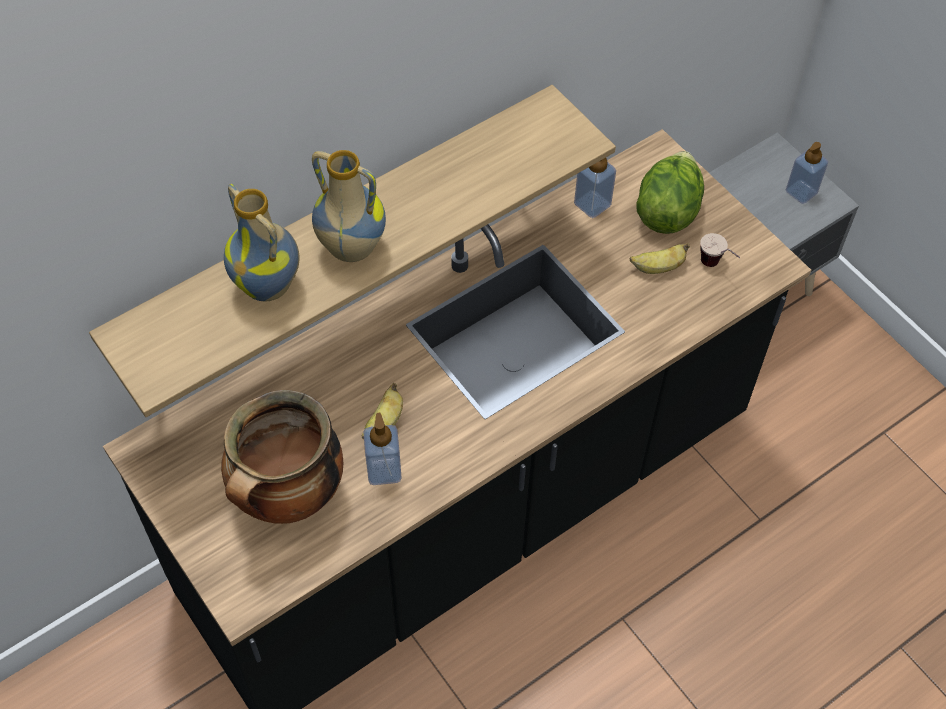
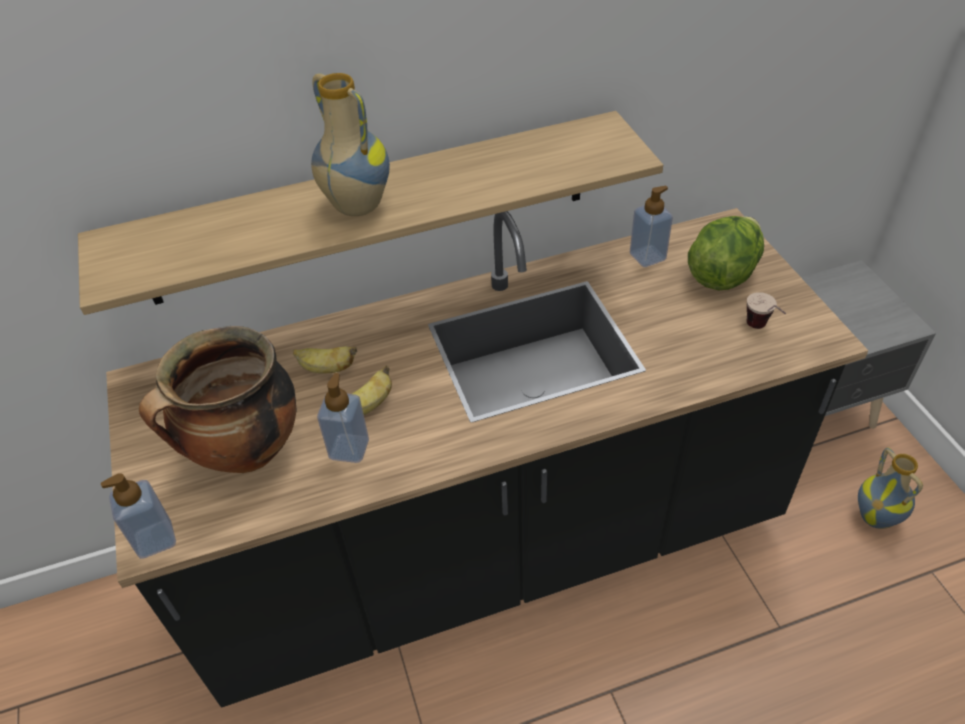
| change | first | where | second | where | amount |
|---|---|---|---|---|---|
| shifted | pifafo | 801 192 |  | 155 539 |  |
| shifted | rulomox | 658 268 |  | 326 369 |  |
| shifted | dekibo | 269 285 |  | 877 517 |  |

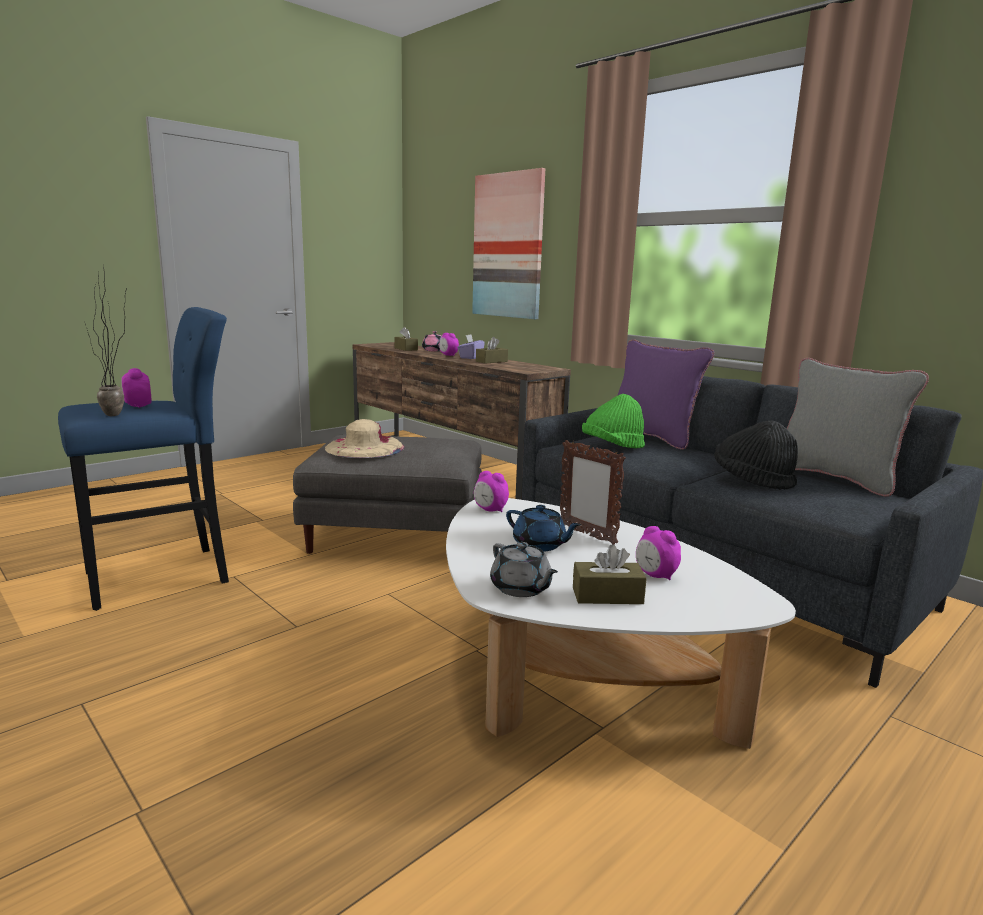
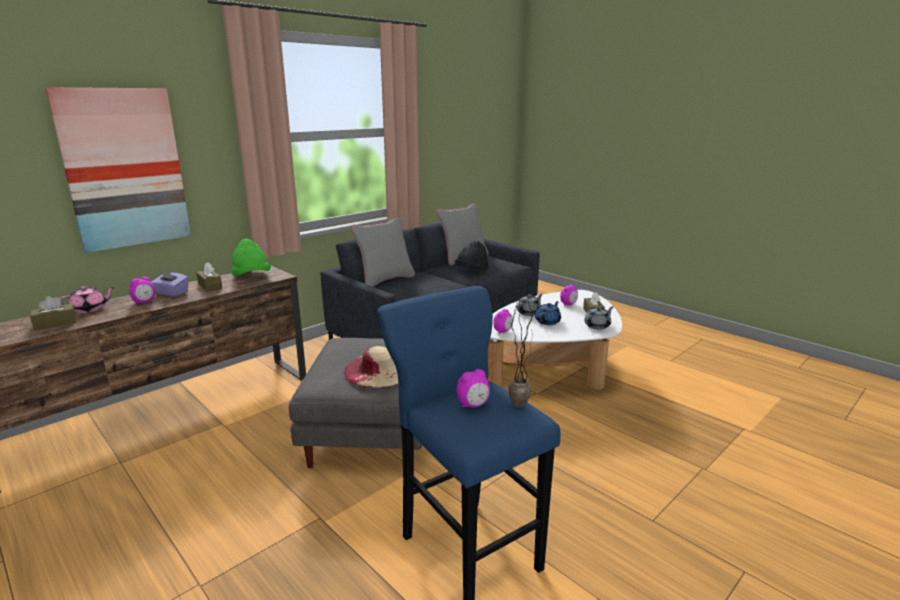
| change | first | where | second | where | amount |
|---|---|---|---|---|---|
| shifted | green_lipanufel | 612 447 |  | 251 276 |  |
| repainted | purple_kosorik | 651 438 | grey_kosorik | 385 280 |  |
| swapped | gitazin | 587 534 | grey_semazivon | 529 312 |  |

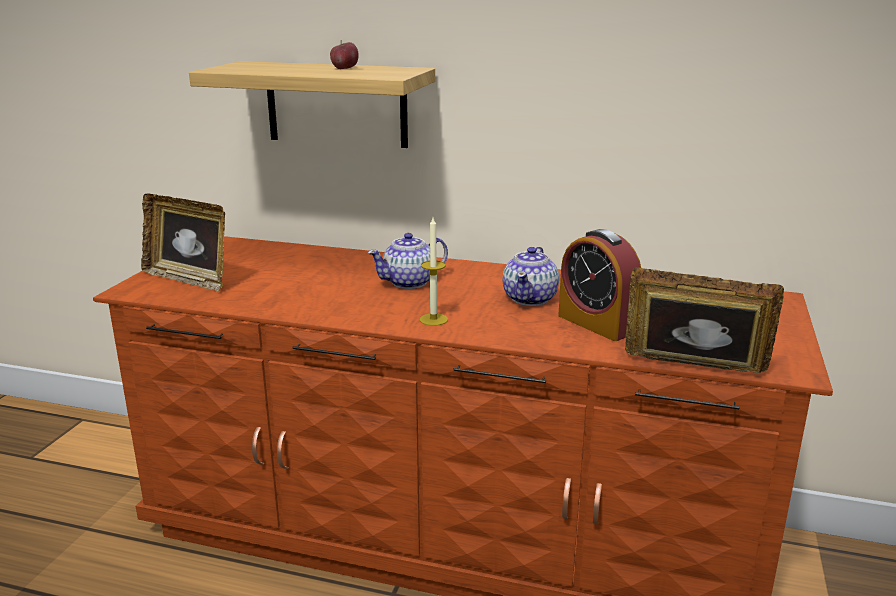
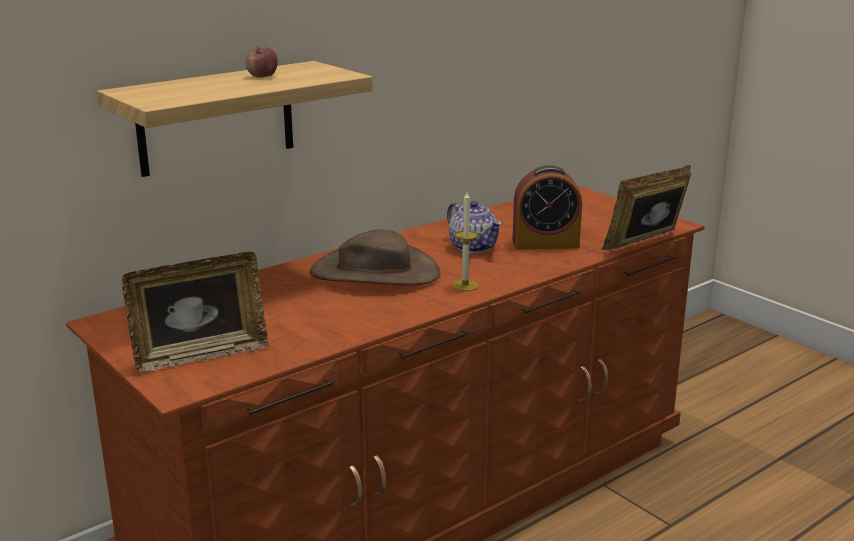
| change | first | where | second | where | amount |
|---|---|---|---|---|---|
| swapped | semazivon | 410 282 | brown_lipanufel | 375 273 |  |

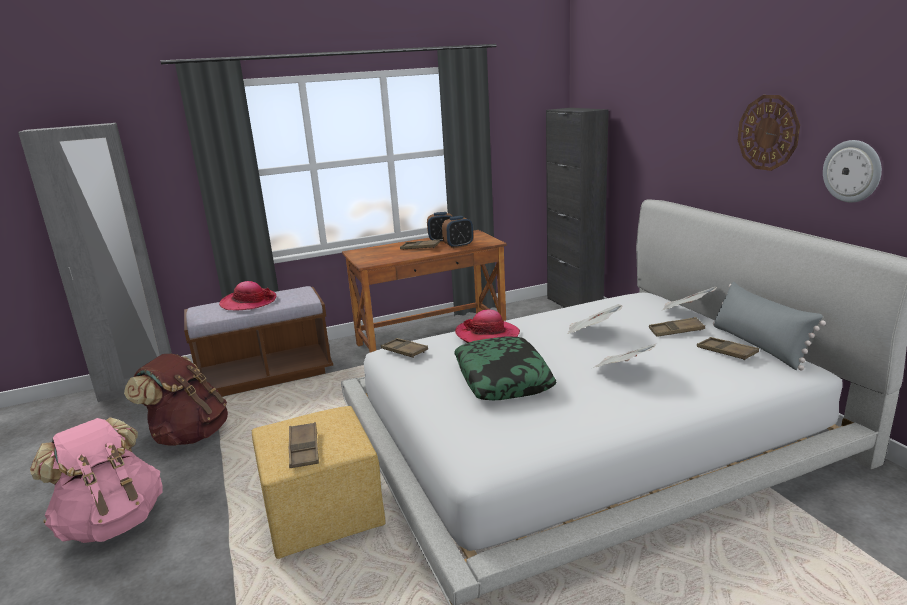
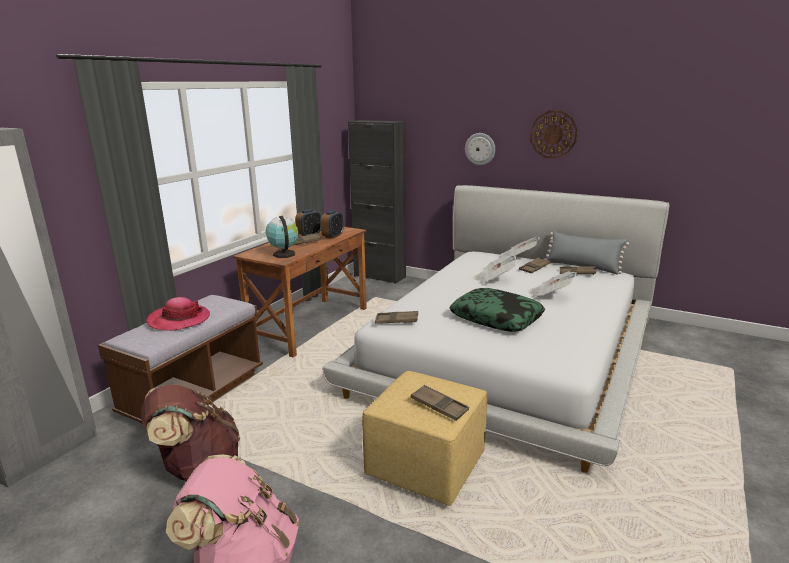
| change | first | where | second | where | amount |
|---|---|---|---|---|---|
| new |  |  | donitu | 283 254 |  |
| shifted | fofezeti | 852 171 |  | 480 149 |  |
| gone | lipanufel | 487 335 |  |  |  |

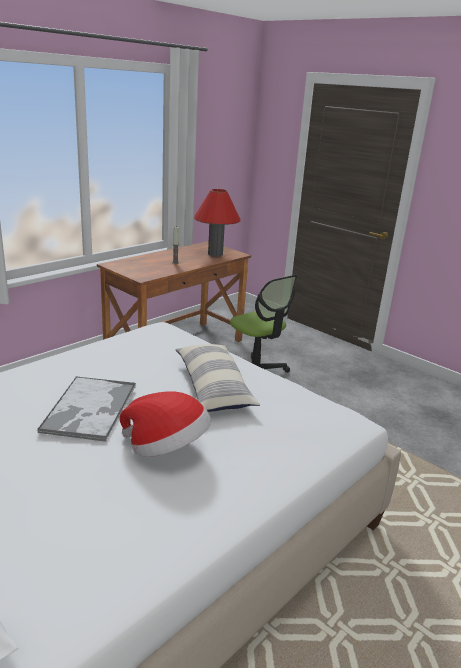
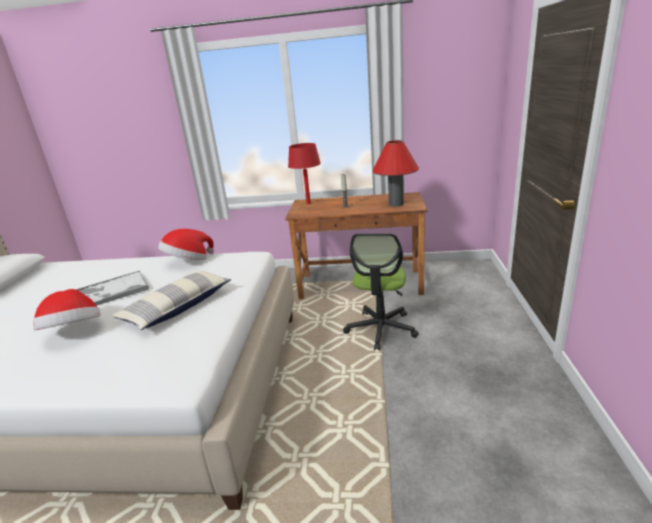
| change | first | where | second | where | amount |
|---|---|---|---|---|---|
| new |  |  | lipanufel | 188 261 |  |
| new |  |  | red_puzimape | 308 203 |  |

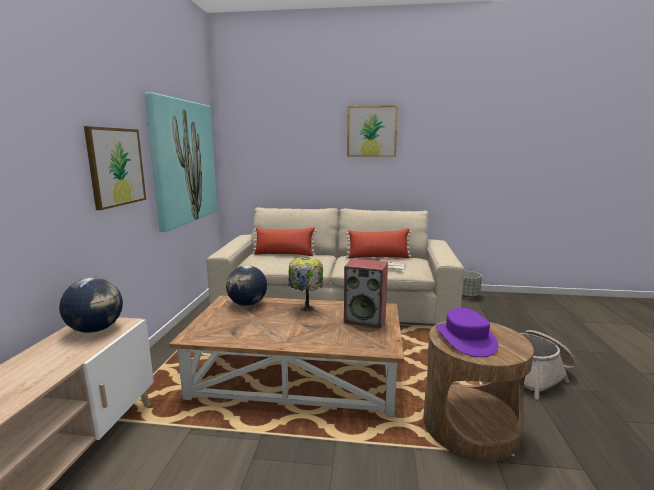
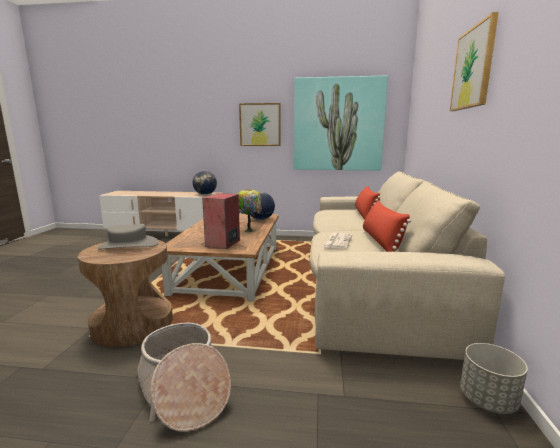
| change | first | where | second | where | amount |
|---|---|---|---|---|---|
| repainted | purple_lipanufel | 465 339 | grey_lipanufel | 128 245 |  |

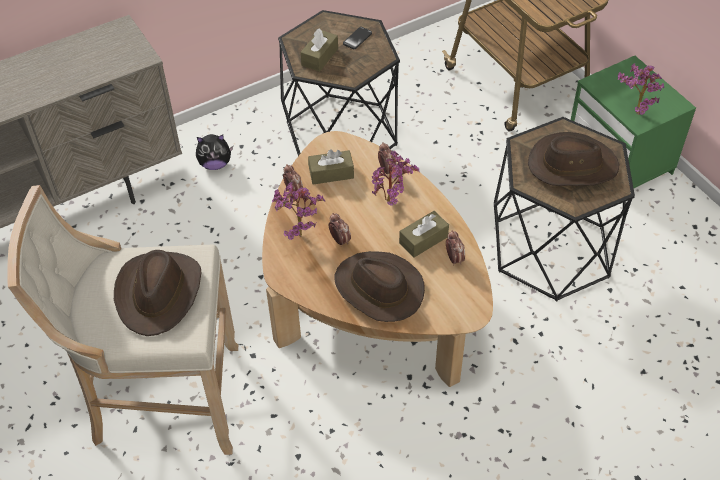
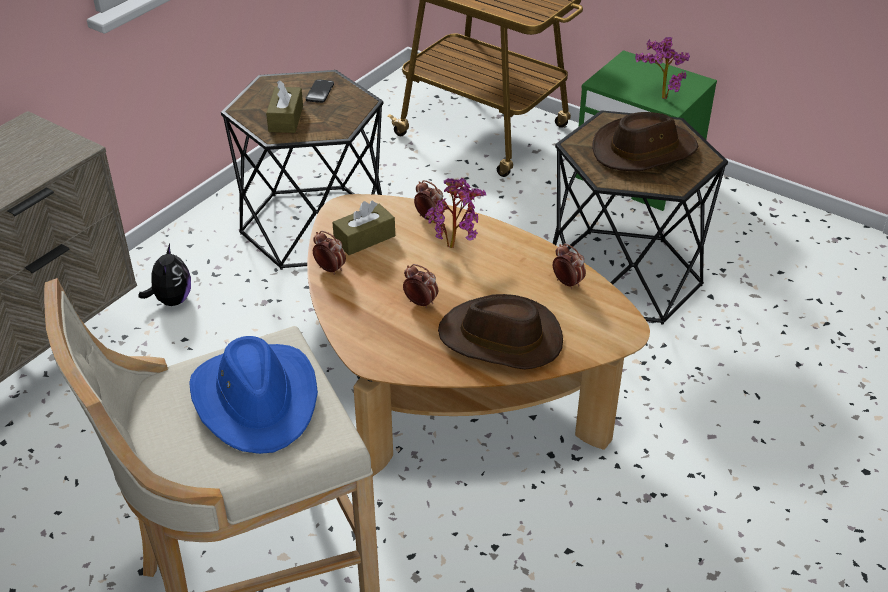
| change | first | where | second | where | amount |
|---|---|---|---|---|---|
| rotated | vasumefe | 215 164 |  | 171 300 | 60 degrees counterclockwise |
| repainted | brown_lipanufel | 159 293 | blue_lipanufel | 257 399 |  |
| gone | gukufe | 298 232 |  |  |  |
| gone | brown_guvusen | 423 240 |  |  |  |

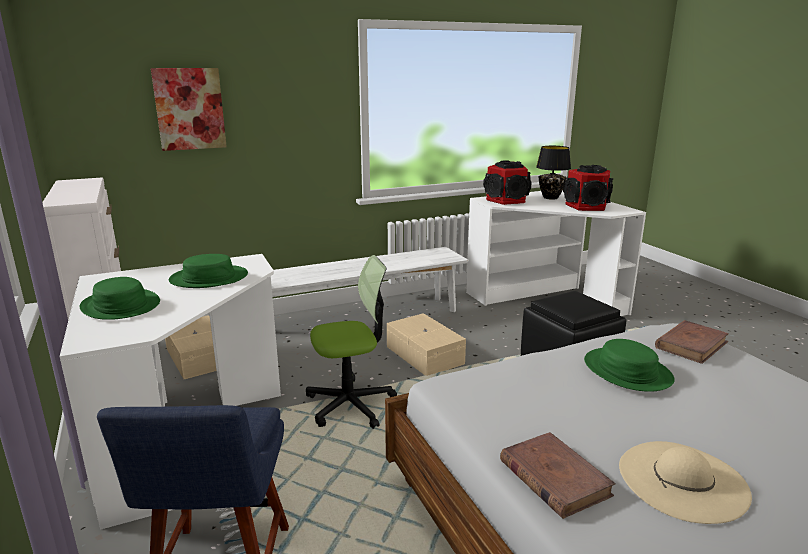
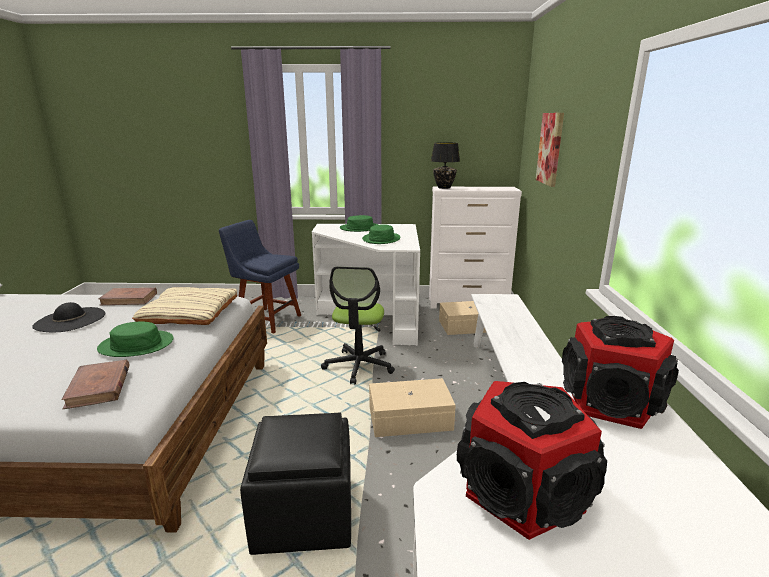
| change | first | where | second | where | amount |
|---|---|---|---|---|---|
| repainted | beige_lipanufel | 682 480 | black_lipanufel | 70 320 |  |
| new |  |  | beige_kosorik | 189 312 |  |
| shifted | black_puzimape | 551 198 |  | 444 188 |  |

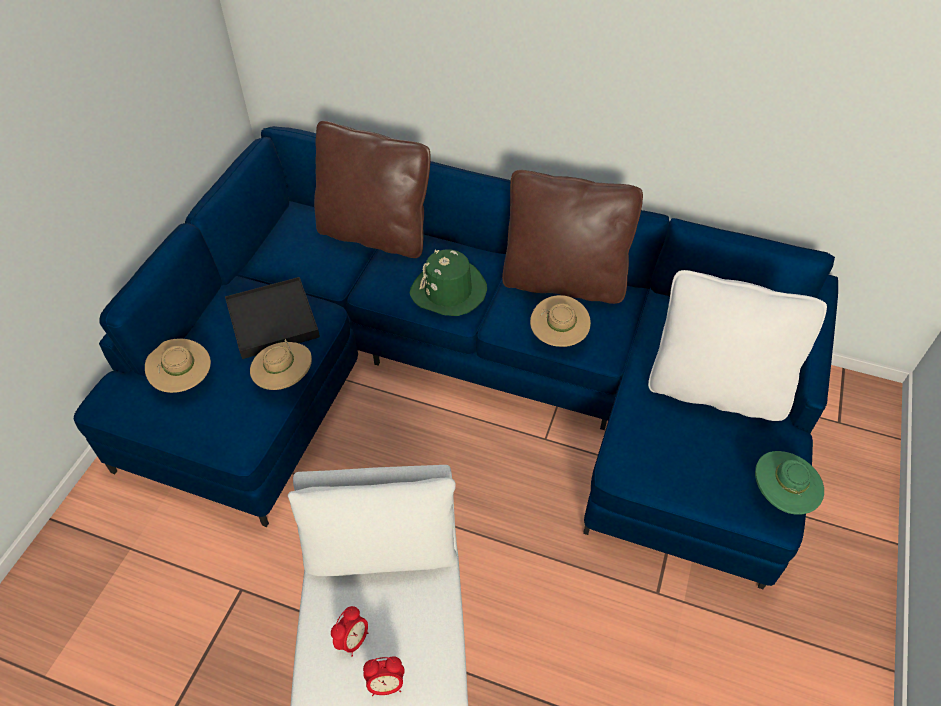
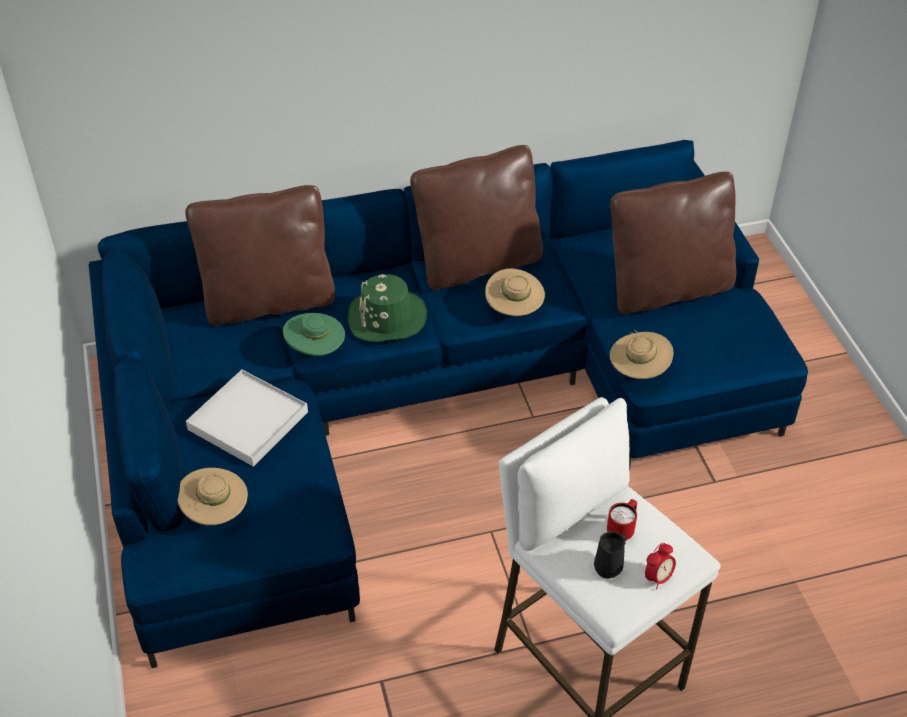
| change | first | where | second | where | amount |
|---|---|---|---|---|---|
| repainted | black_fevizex | 273 320 | white_fevizex | 248 421 |  |
| shifted | green_lipanufel | 781 495 |  | 316 350 |  |
| swapped | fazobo | 353 640 | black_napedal | 609 567 |  |
| new |  |  | red_napedal | 622 529 |  |
| repainted | white_kosorik | 716 389 | brown_kosorik | 667 289 |  |
| shifted | beige_lipanufel | 285 379 |  | 638 371 |  |

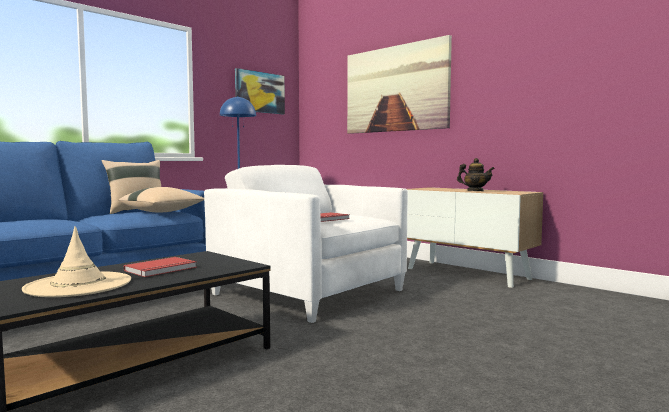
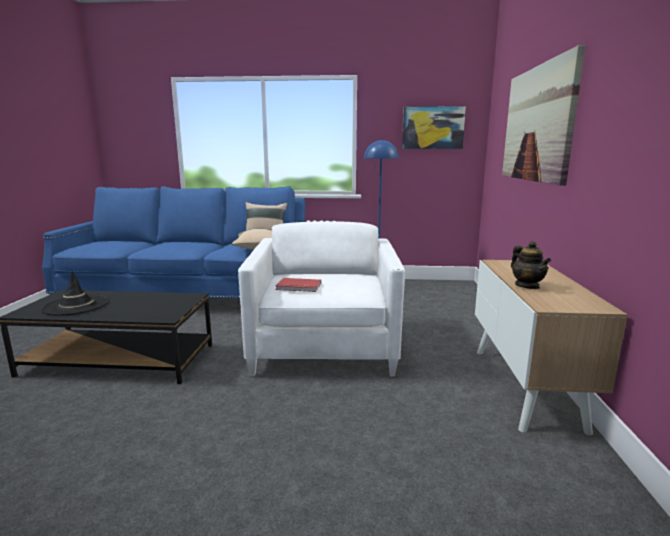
| change | first | where | second | where | amount |
|---|---|---|---|---|---|
| repainted | beige_lipanufel | 78 285 | black_lipanufel | 76 305 |  |
| gone | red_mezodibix | 162 269 |  |  |  |

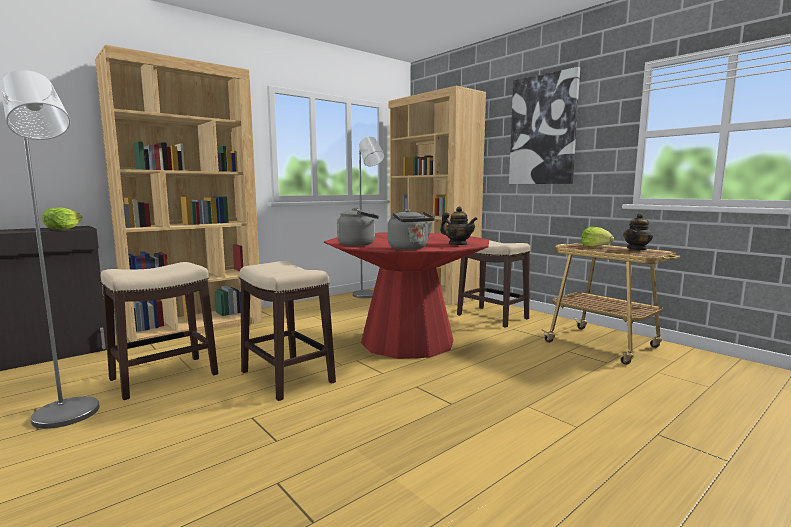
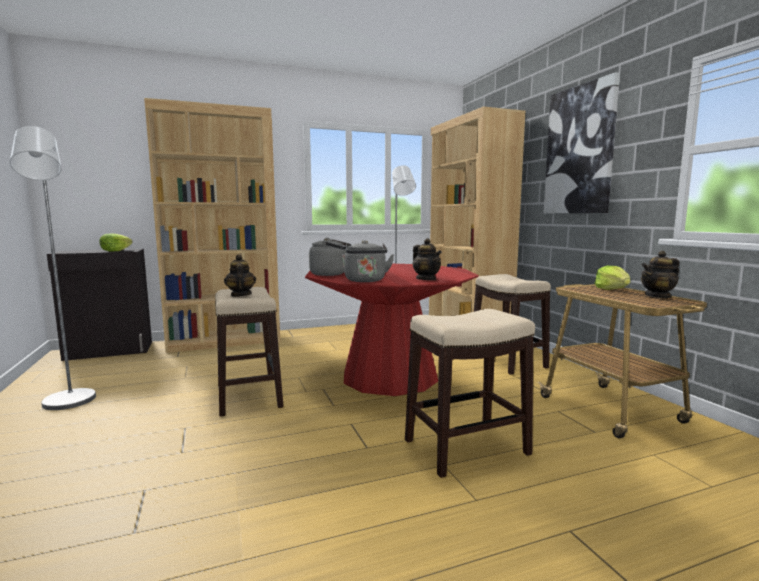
| change | first | where | second | where | amount |
|---|---|---|---|---|---|
| new |  |  | semazivon | 240 295 |  |
| shifted | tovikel | 163 377 |  | 465 447 |  |

